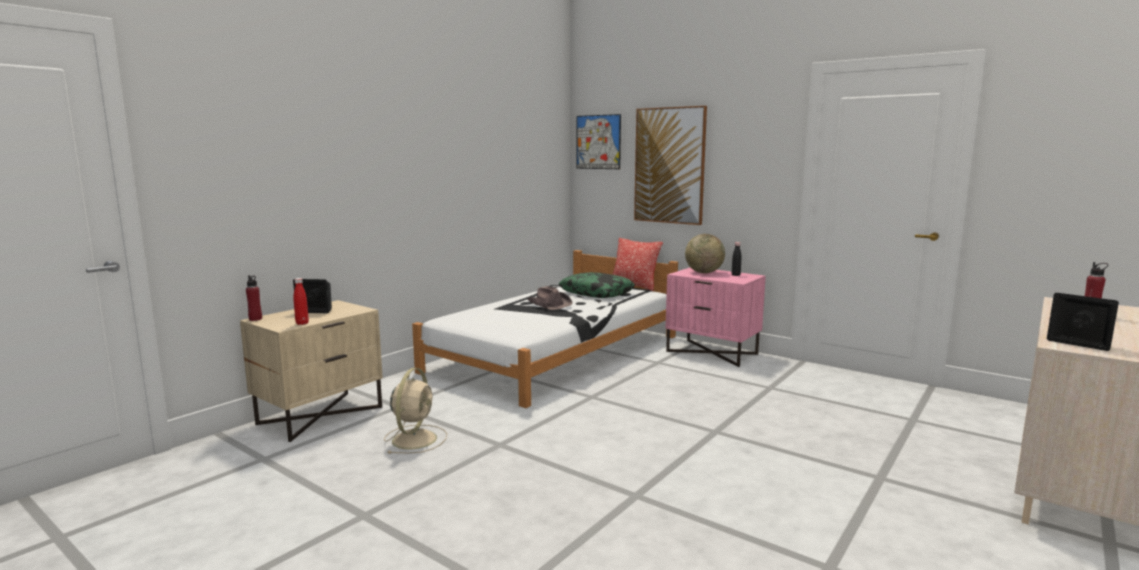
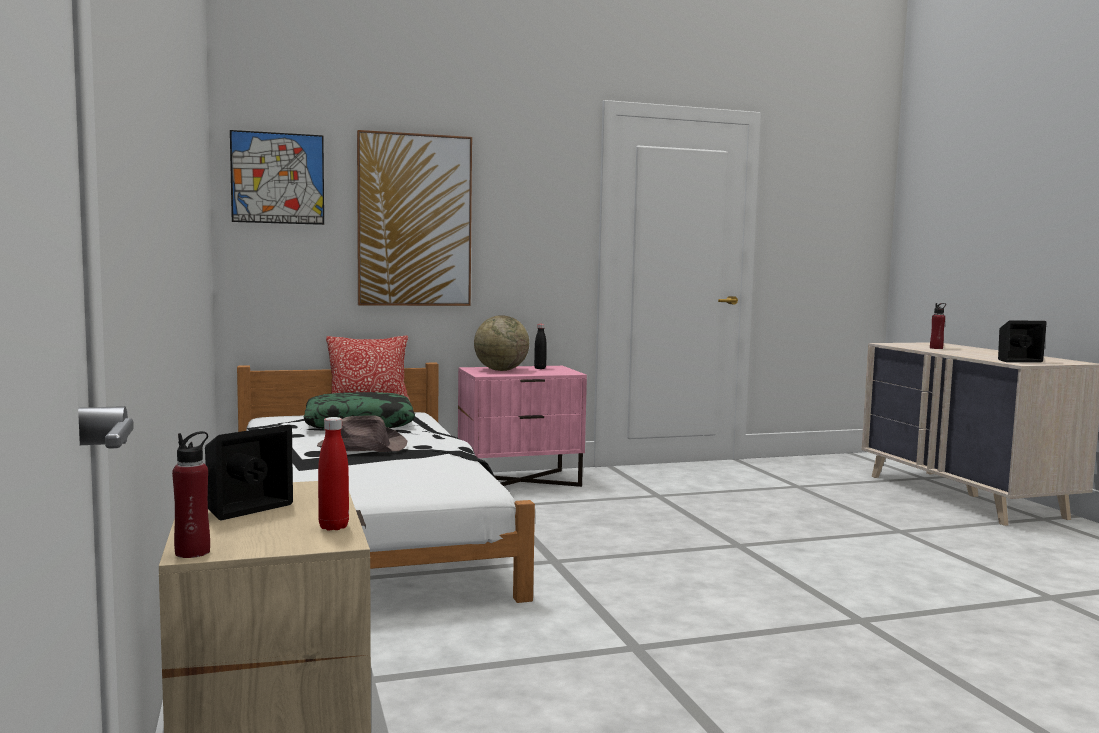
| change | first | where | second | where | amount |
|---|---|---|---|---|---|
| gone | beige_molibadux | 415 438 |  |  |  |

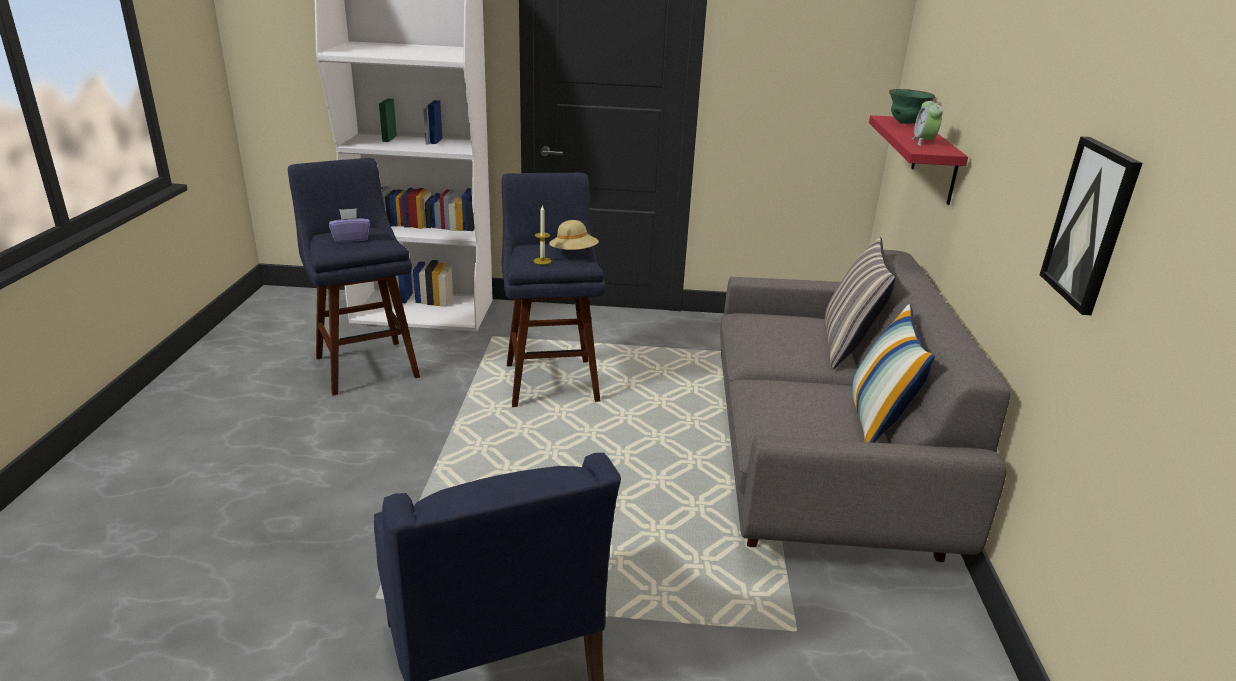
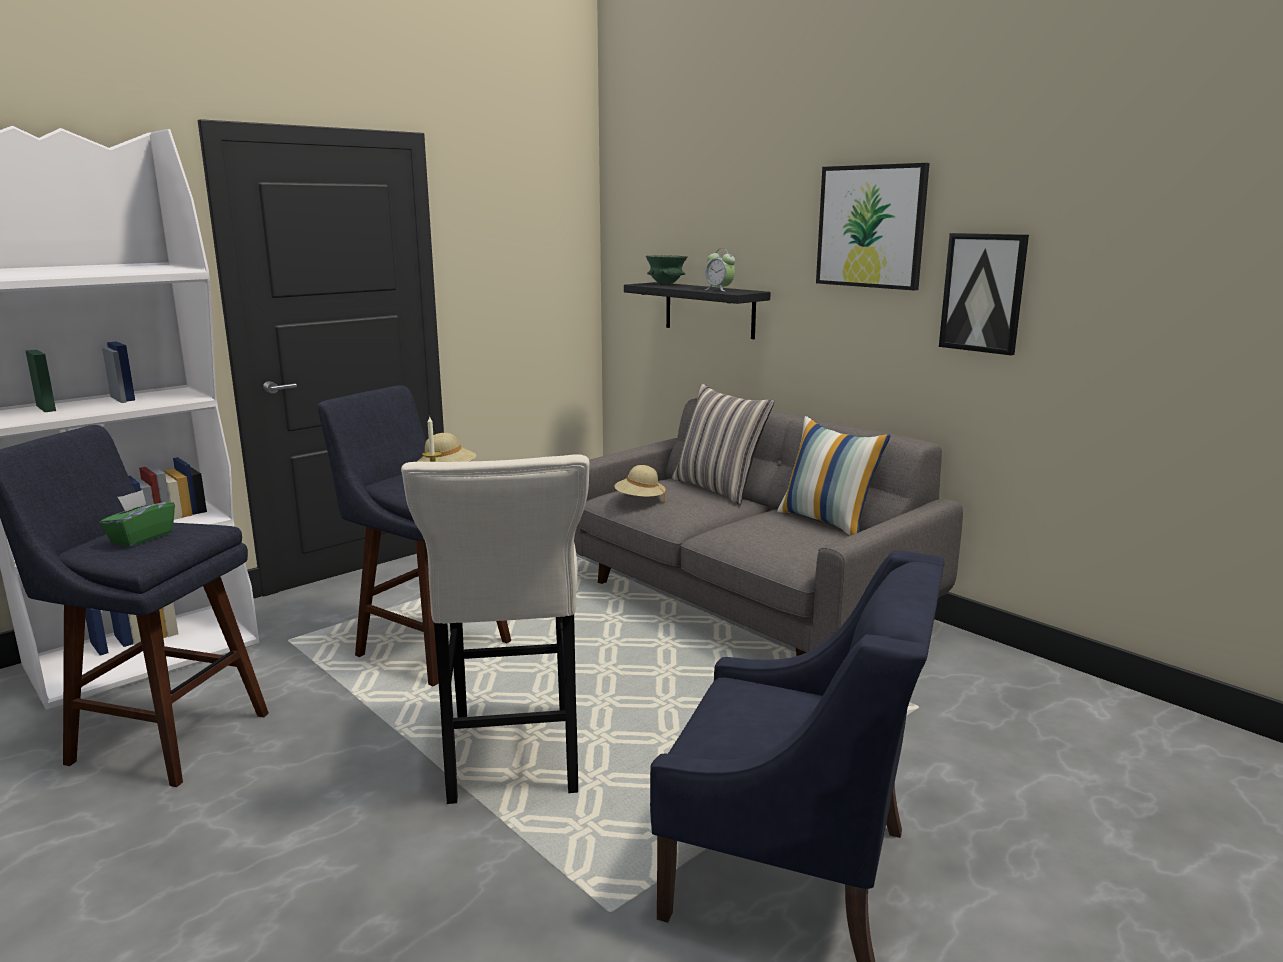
| change | first | where | second | where | amount |
|---|---|---|---|---|---|
| repainted | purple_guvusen | 351 238 | green_guvusen | 141 538 |  |
| new |  |  | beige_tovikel | 512 759 |  |
| new |  |  | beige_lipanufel | 640 500 |  |
| repainted | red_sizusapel | 935 160 | black_sizusapel | 709 310 |  |
| new |  |  | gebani | 871 226 |  |

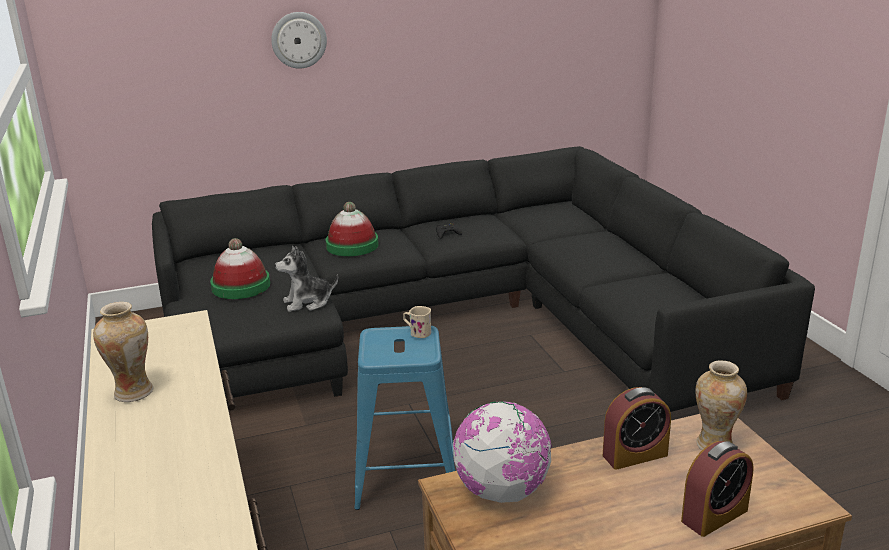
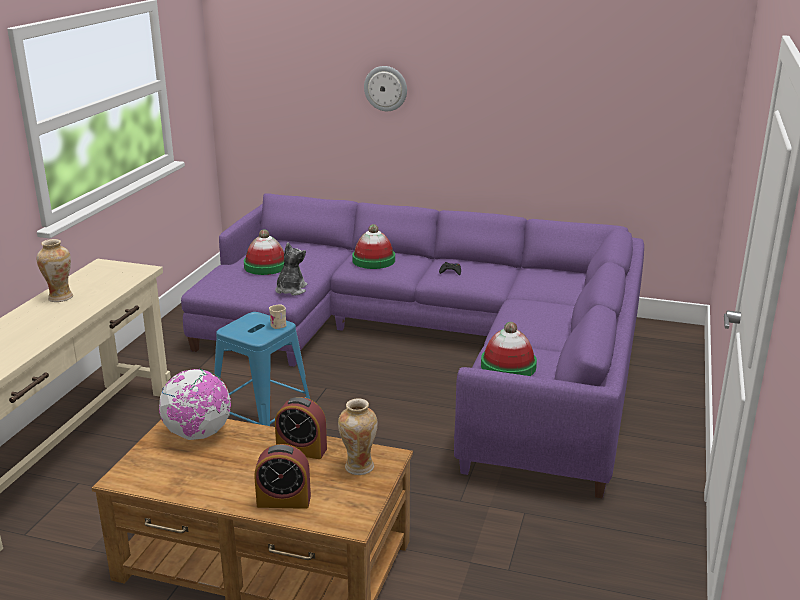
| change | first | where | second | where | amount |
|---|---|---|---|---|---|
| repainted | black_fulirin | 459 321 | purple_fulirin | 438 347 |  |
| rotated | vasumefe | 307 302 |  | 290 290 | 90 degrees clockwise |
| new |  |  | lipanufel | 508 366 |  |

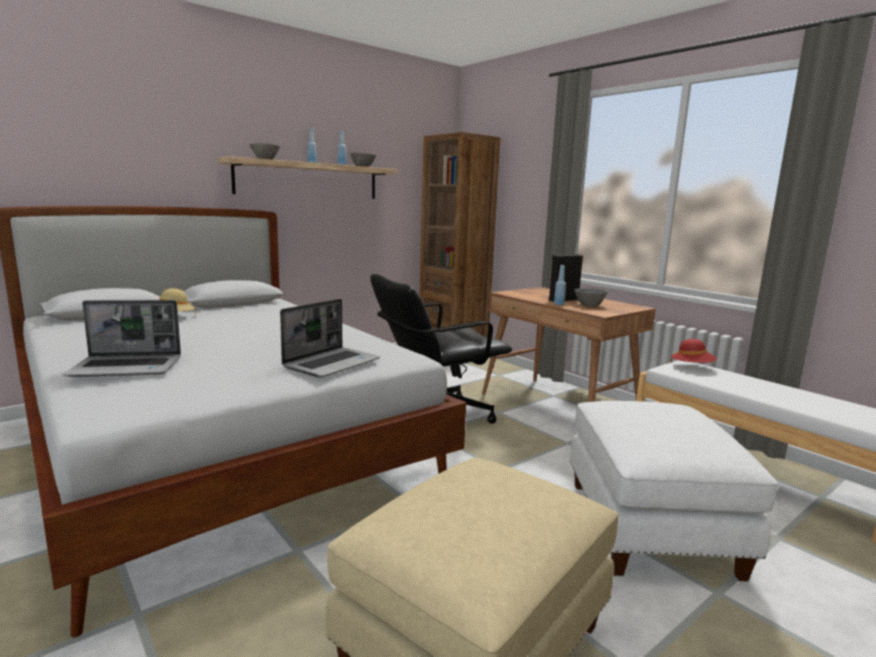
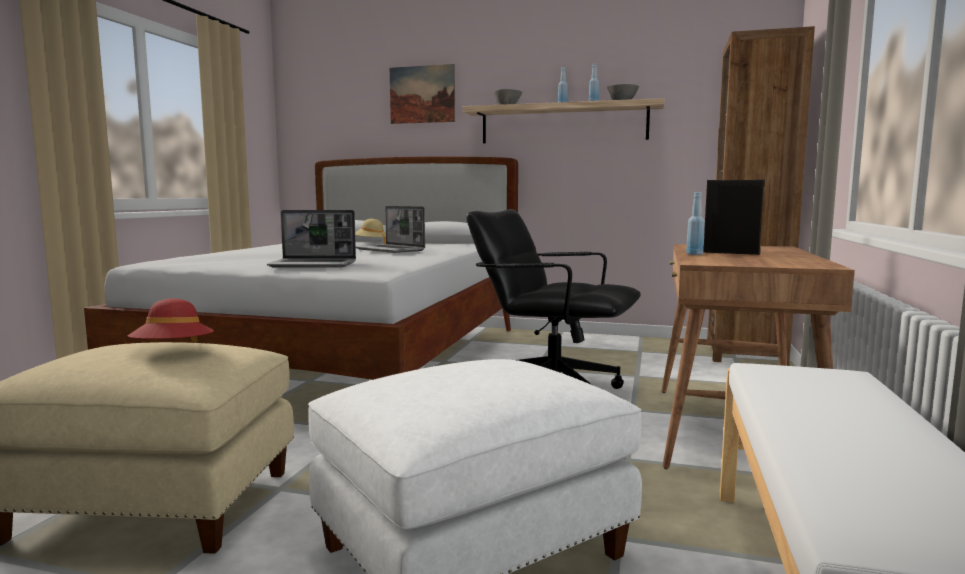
| change | first | where | second | where | amount |
|---|---|---|---|---|---|
| shifted | red_lipanufel | 692 367 |  | 173 352 |  |
| shifted | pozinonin | 128 367 |  | 391 250 |  |
| new |  |  | gebani | 422 94 |  |
| gone | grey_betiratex | 589 305 |  |  |  |

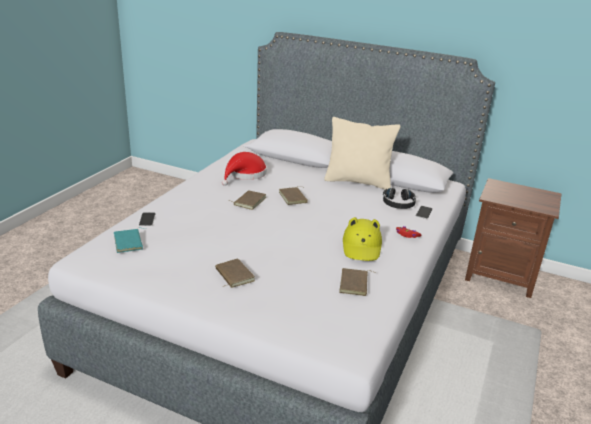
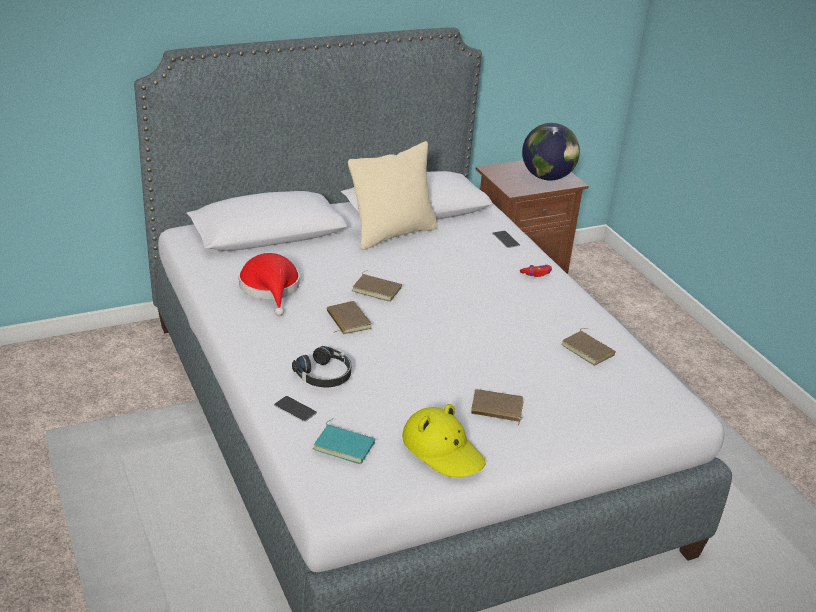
| change | first | where | second | where | amount |
|---|---|---|---|---|---|
| shifted | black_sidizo | 398 203 |  | 324 375 |  |
| shifted | yellow_lipanufel | 362 247 |  | 443 450 |  |
| new |  |  | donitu | 547 177 |  |

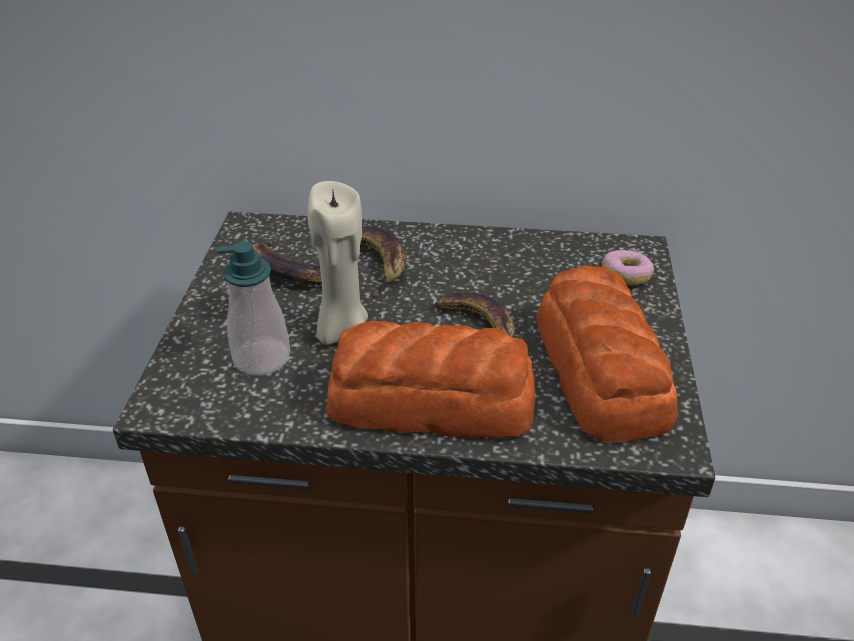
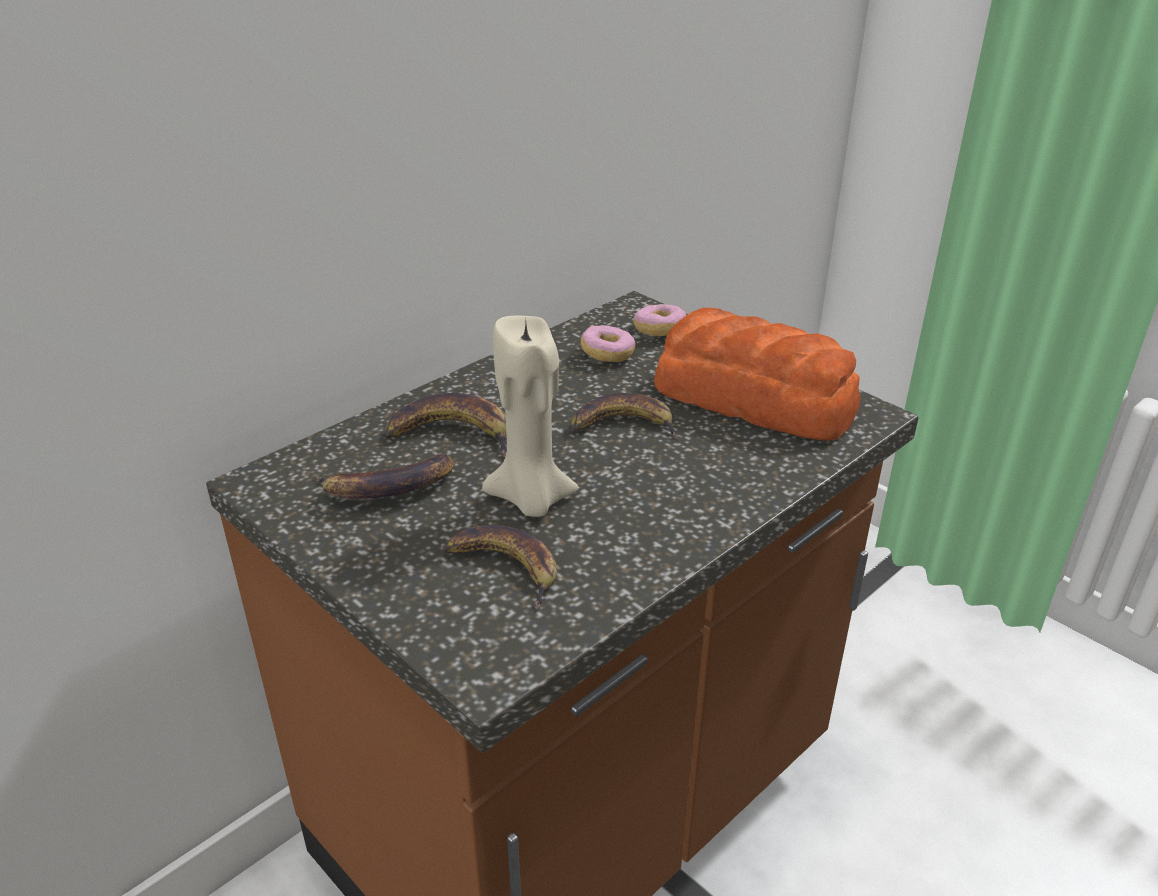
| change | first | where | second | where | amount |
|---|---|---|---|---|---|
| swapped | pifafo | 262 358 | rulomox | 503 567 |  |
| new |  |  | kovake | 607 354 |  |
| gone | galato | 433 401 |  |  |  |

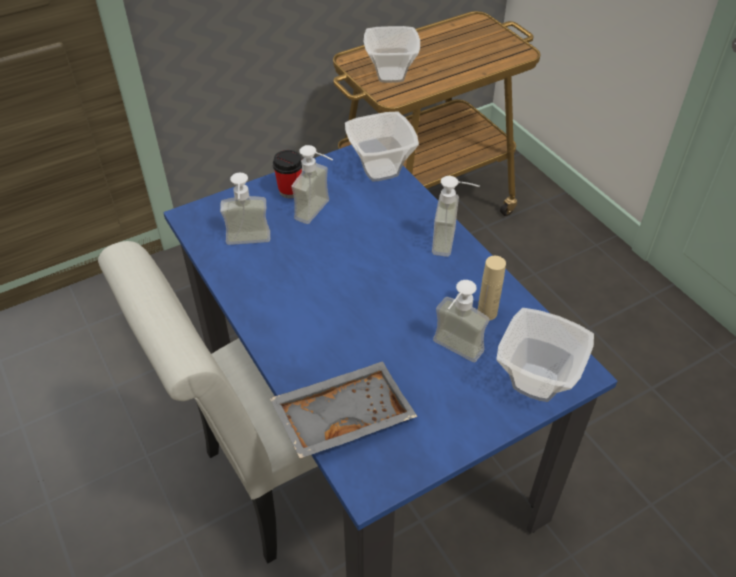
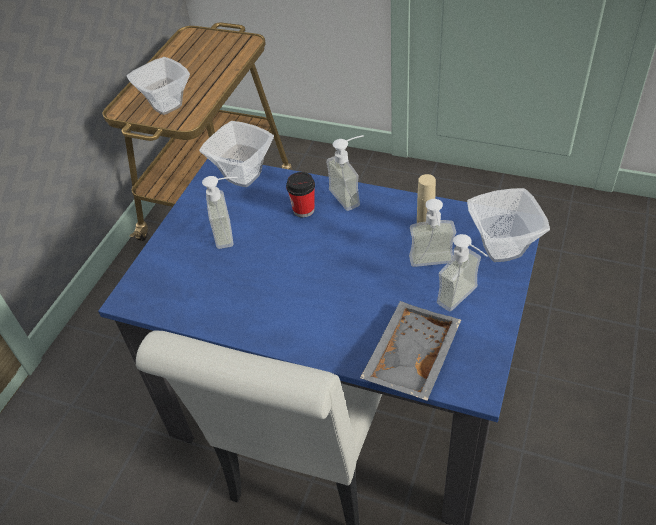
| change | first | where | second | where | amount |
|---|---|---|---|---|---|
| shifted | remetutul | 290 191 |  | 303 210 |  |
| shifted | pifafo | 248 244 |  | 464 300 |  |

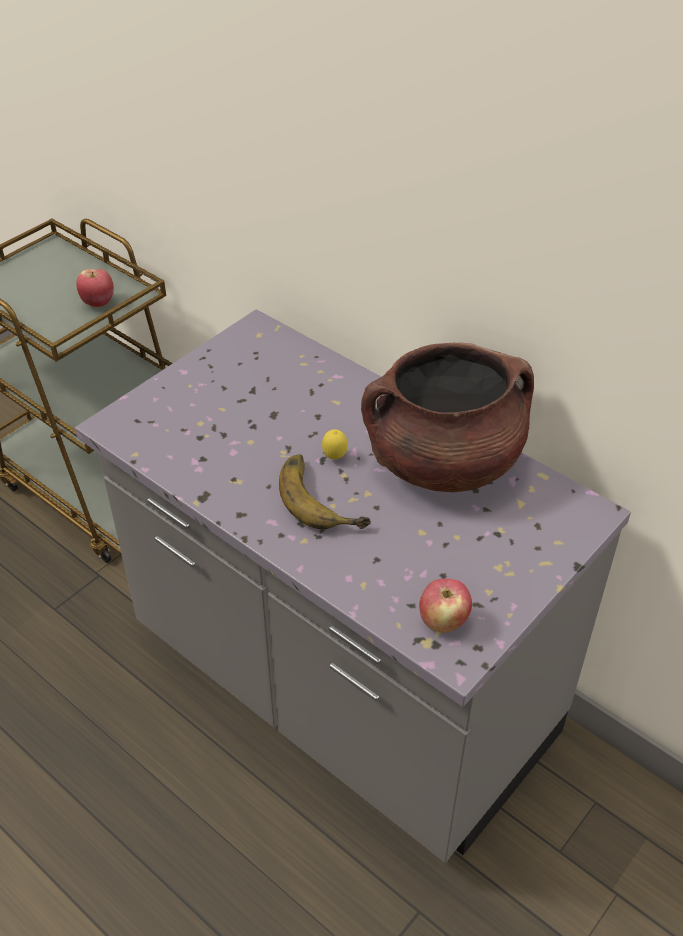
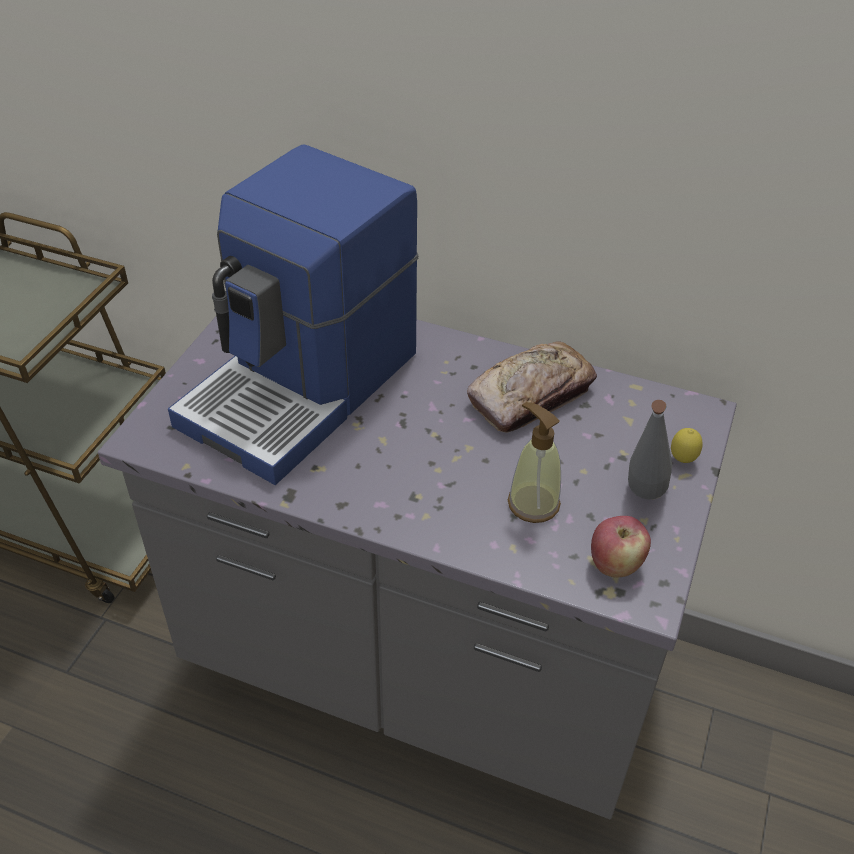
| change | first | where | second | where | amount |
|---|---|---|---|---|---|
| new |  |  | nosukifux | 304 388 |  |
| swapped | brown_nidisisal | 443 462 | galato | 531 396 |  |
| new |  |  | pifafo | 533 503 |  |
| new |  |  | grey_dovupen | 640 502 |  |
| shifted | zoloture | 334 457 |  | 682 460 |  |
| gone | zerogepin | 98 302 |  |  |  |
| gone | rulomox | 324 496 |  |  |  |

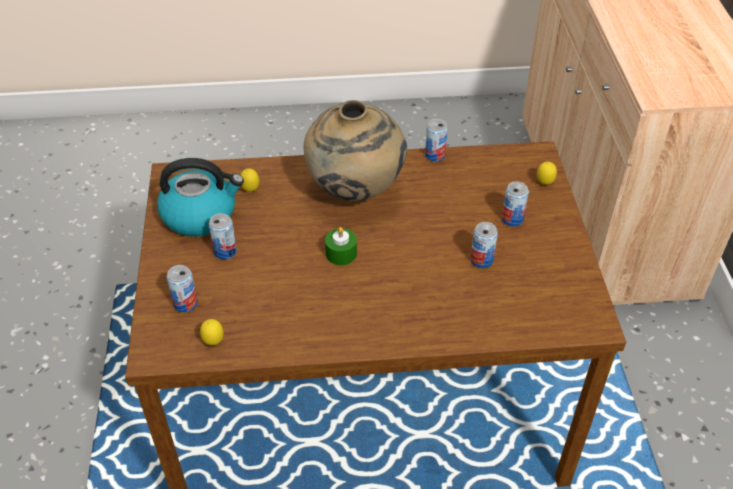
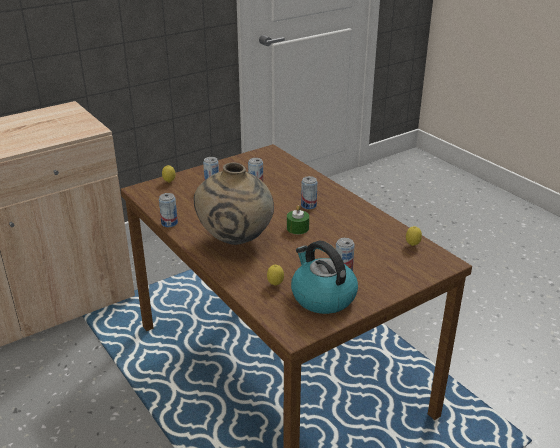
| change | first | where | second | where | amount |
|---|---|---|---|---|---|
| shifted | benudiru | 185 303 |  | 308 205 |  |

